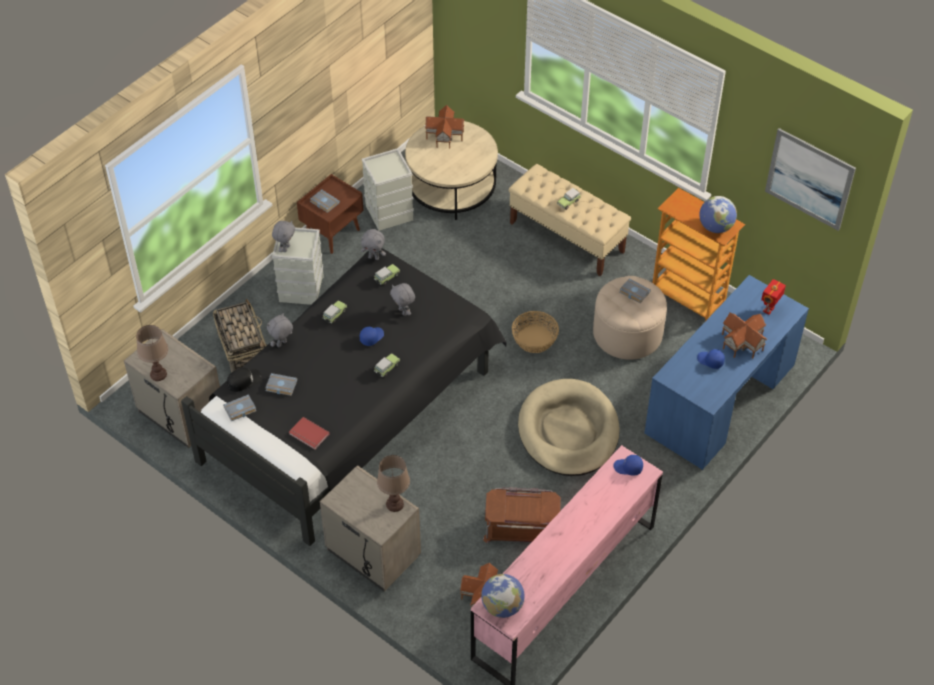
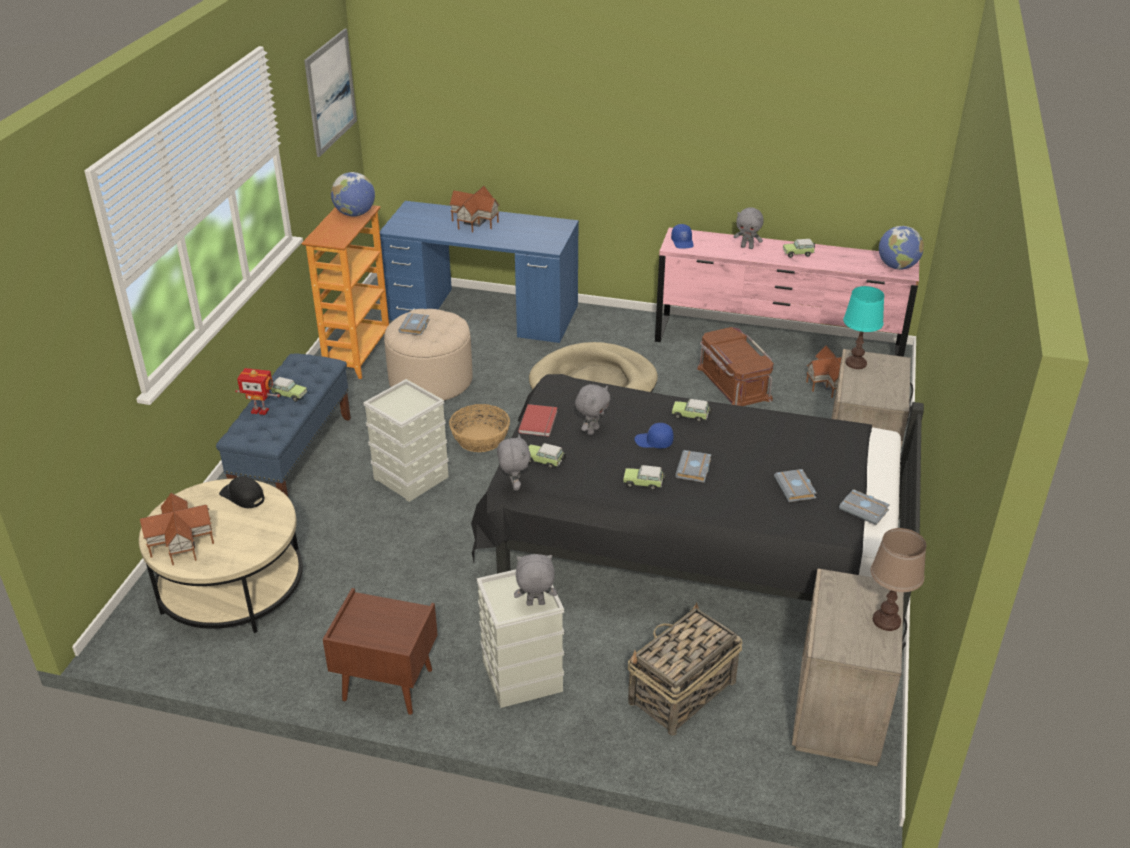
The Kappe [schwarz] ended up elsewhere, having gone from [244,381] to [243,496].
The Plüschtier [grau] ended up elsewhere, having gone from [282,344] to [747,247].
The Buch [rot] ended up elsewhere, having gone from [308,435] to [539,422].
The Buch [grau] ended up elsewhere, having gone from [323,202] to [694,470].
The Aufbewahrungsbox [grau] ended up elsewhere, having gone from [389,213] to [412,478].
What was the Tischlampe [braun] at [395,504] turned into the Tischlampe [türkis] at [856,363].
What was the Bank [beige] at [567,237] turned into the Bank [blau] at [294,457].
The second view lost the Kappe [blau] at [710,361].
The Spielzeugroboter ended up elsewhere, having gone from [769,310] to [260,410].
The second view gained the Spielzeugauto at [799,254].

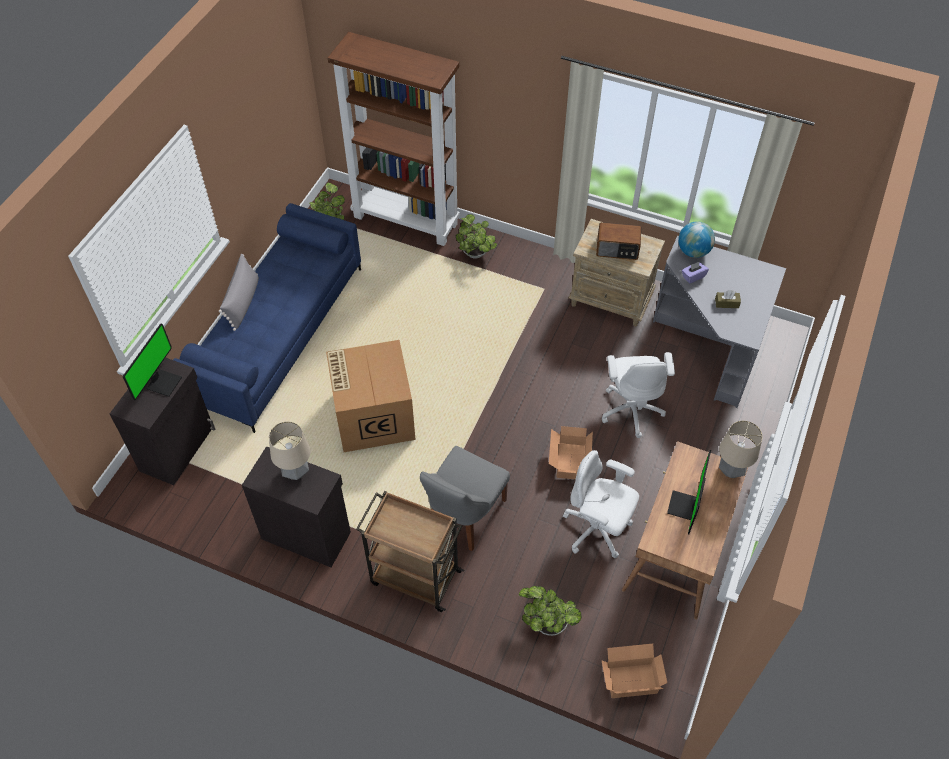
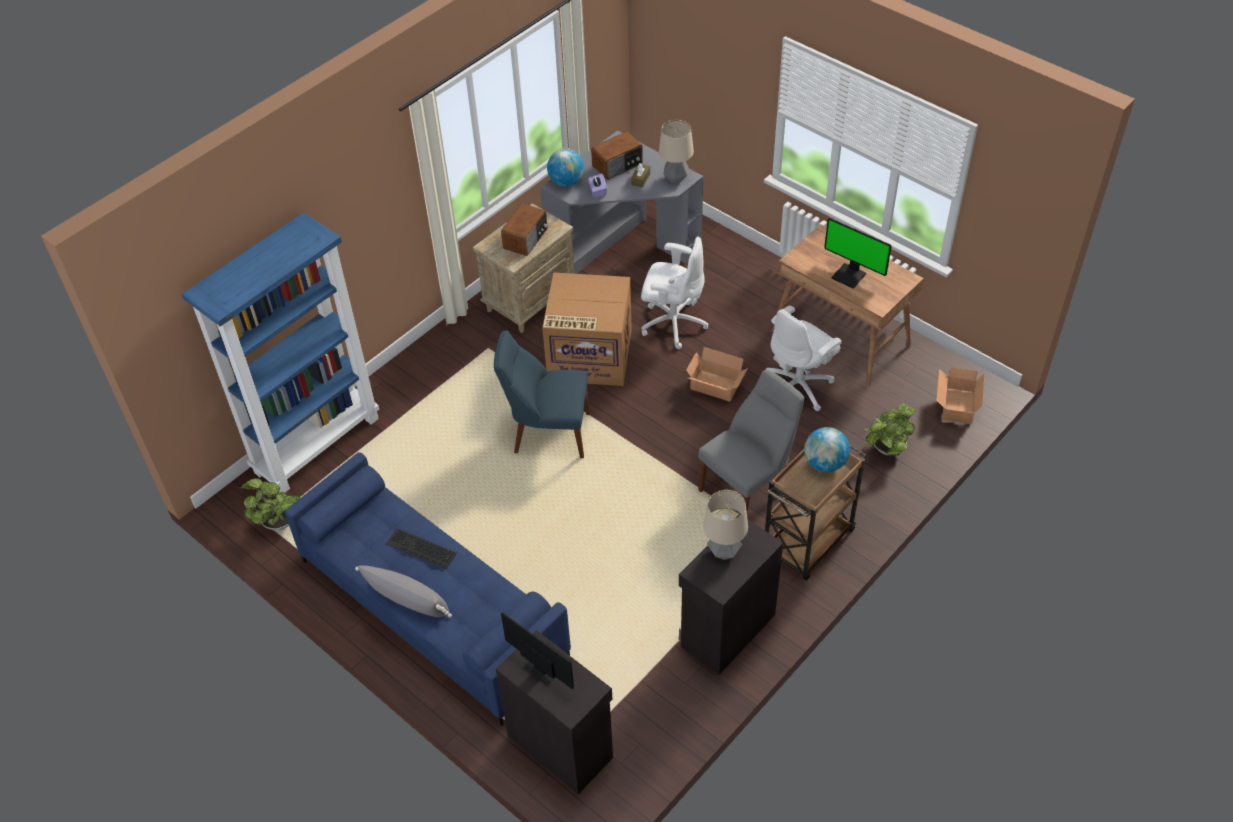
The Karton ended up elsewhere, having gone from [372,415] to [588,356].
What was the Bücherregal [braun] at [406,220] turned into the Bücherregal [blau] at [317,444].
The Stuhl [grau] at [463,516] ended up facing another way, 90 degrees counterclockwise from before.
The second view lost the Topfpflanze at [476,254].
The Tischlampe ended up elsewhere, having gone from [730,471] to [675,179].
The second view gained the Tastatur at [419,549].
The second view gained the Stuhl [blau] at [548,433].
The second view gained the Radio at [618,165].
The second view gained the Globus at [825,463].

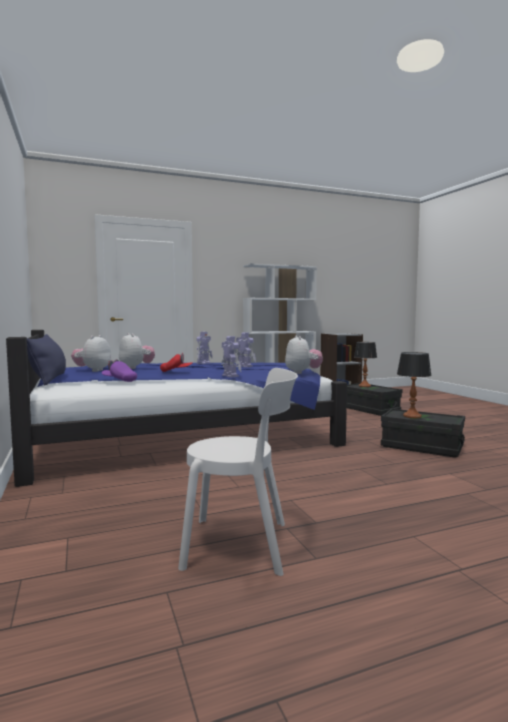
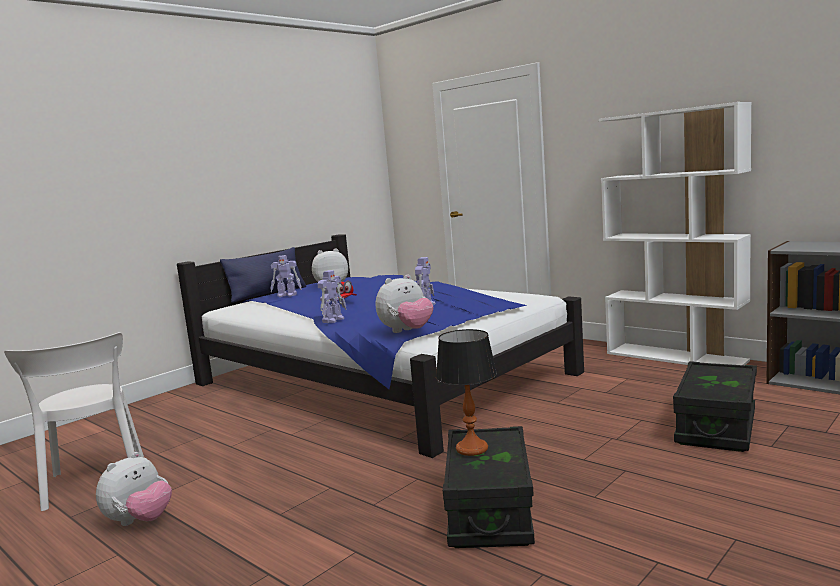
The second view lost the Kappe [lila] at [119,380].
The Plüschtier ended up elsewhere, having gone from [136,367] to [140,521].
The Spielzeugroboter ended up elsewhere, having gone from [204,363] to [287,295].
The second view lost the Tischlampe at [364,386].

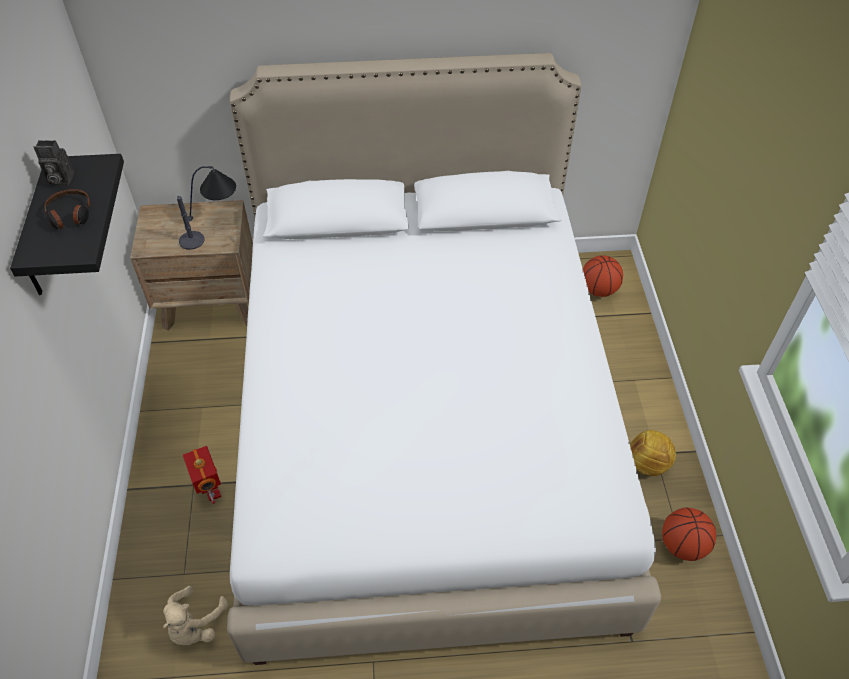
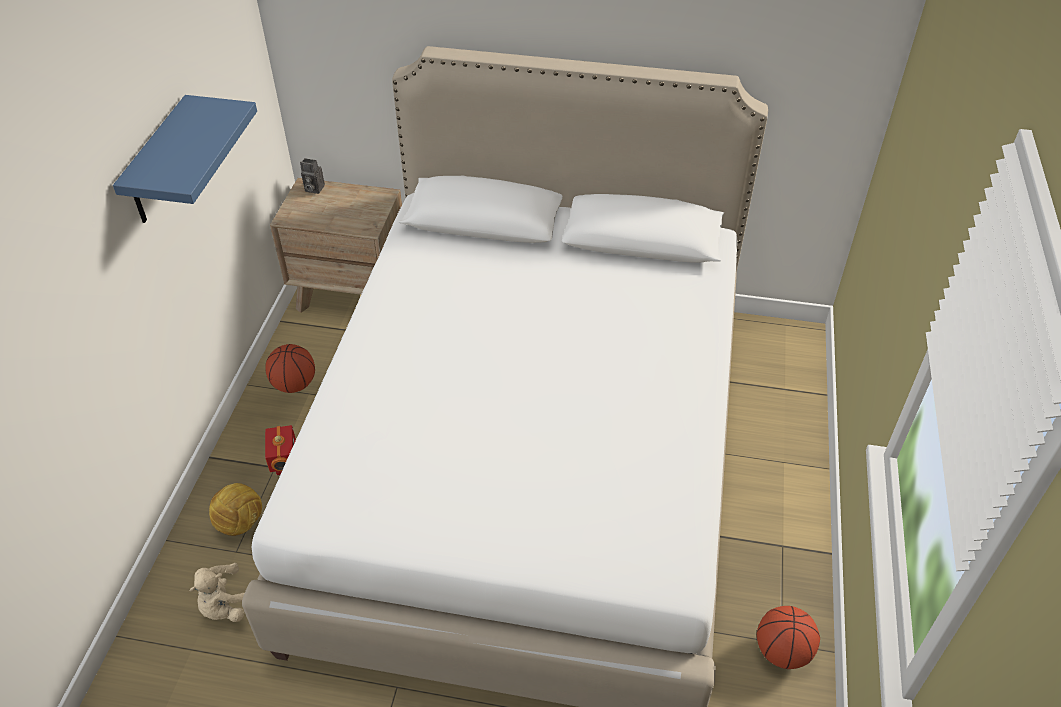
What was the Wandregal [schwarz] at [39,232] turned into the Wandregal [blau] at [159,163].
The Kamera ended up elsewhere, having gone from [59,179] to [313,188].
The second view lost the Kopfhörer at [70,215].
The second view lost the Tischlampe at [213,228].
The Basketball ended up elsewhere, having gone from [599,290] to [294,384].
The Fußball ended up elsewhere, having gone from [647,464] to [241,523].

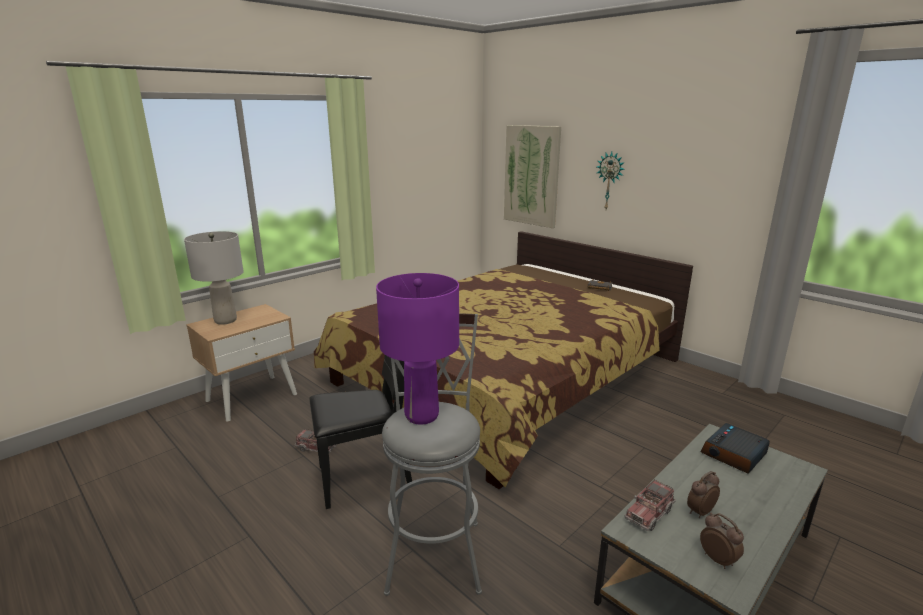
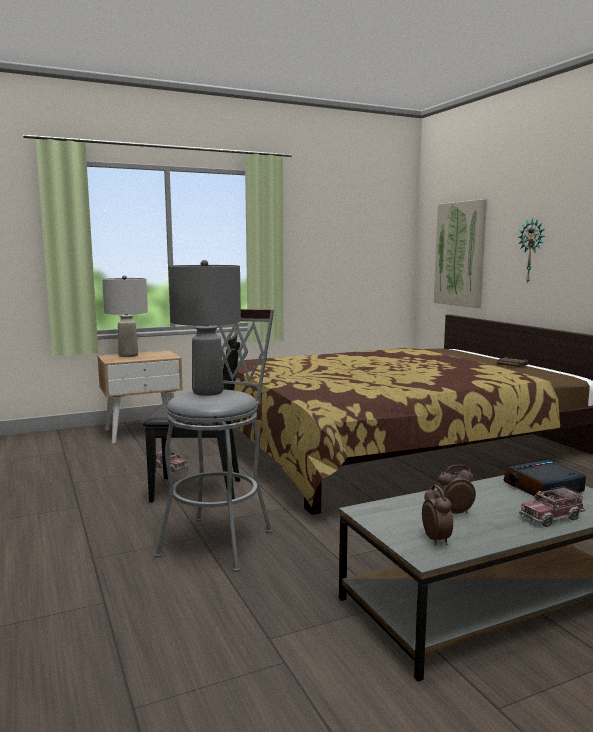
What was the Tischlampe [lila] at [422,415] turned into the Tischlampe [grau] at [208,392].
The Spielzeuglaster ended up elsewhere, having gone from [649,513] to [551,517].

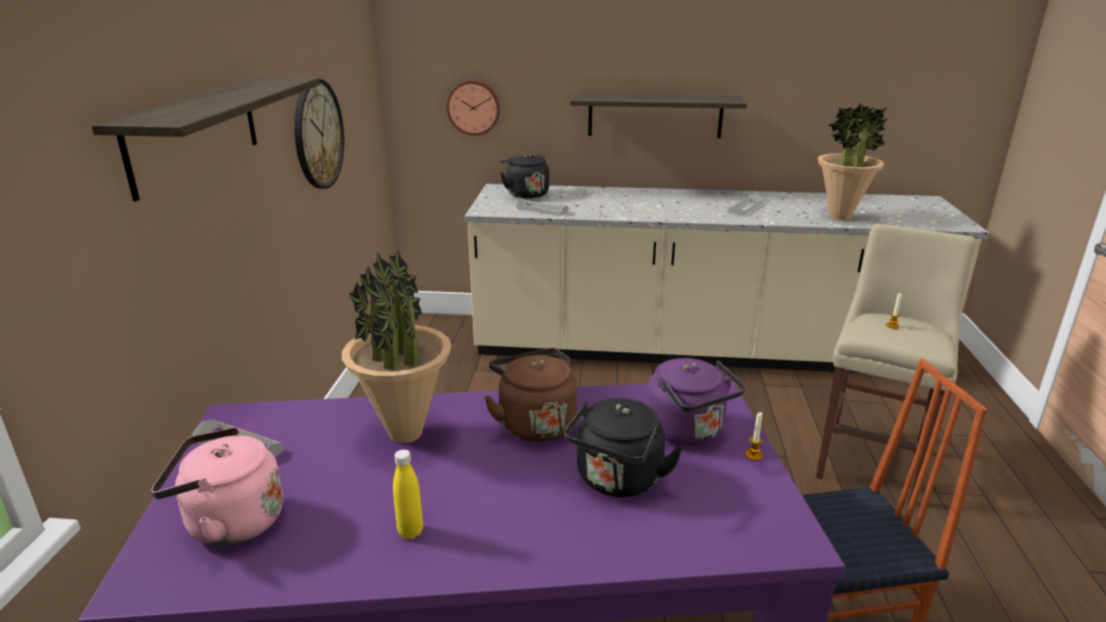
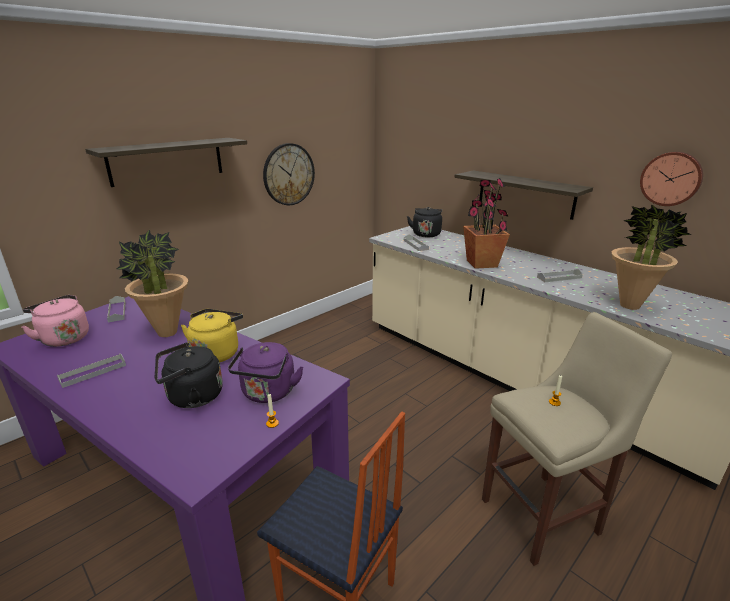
Where the Flasche [gelb] stood at [410,532], the Tablett [grau] came to stand at [93,372].
The Wanduhr ended up elsewhere, having gone from [474,107] to [671,178].
What was the Wasserkessel [braun] at [534,423] turned into the Wasserkessel [gelb] at [217,352].
The second view gained the Topfpflanze at [481,263].

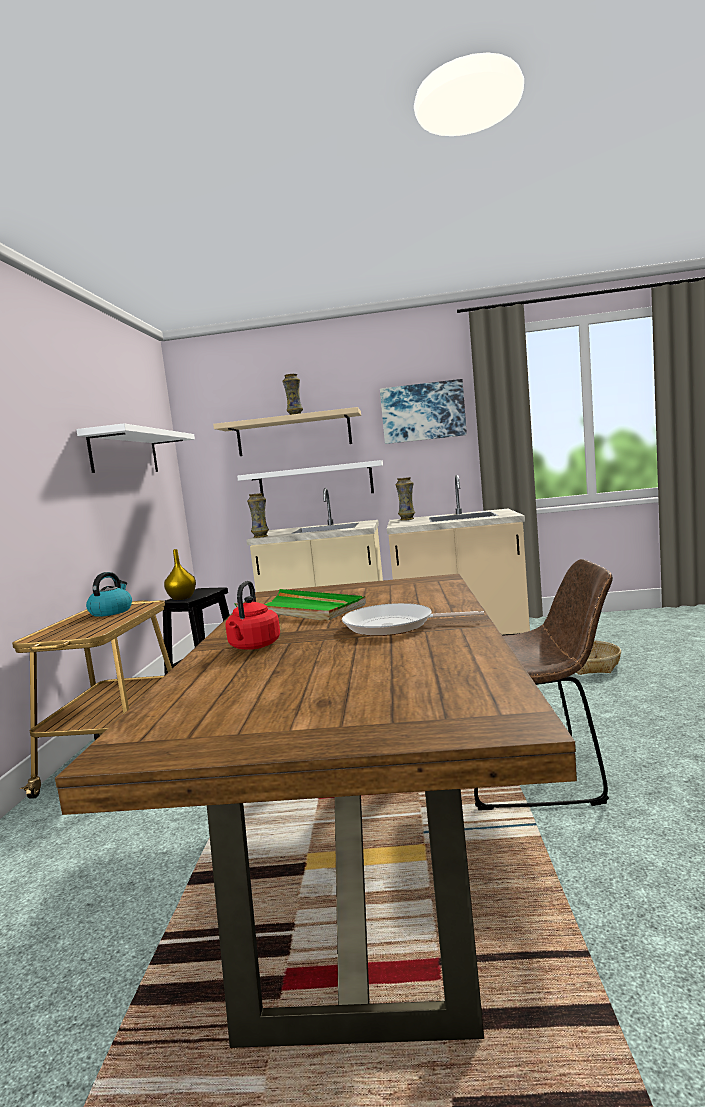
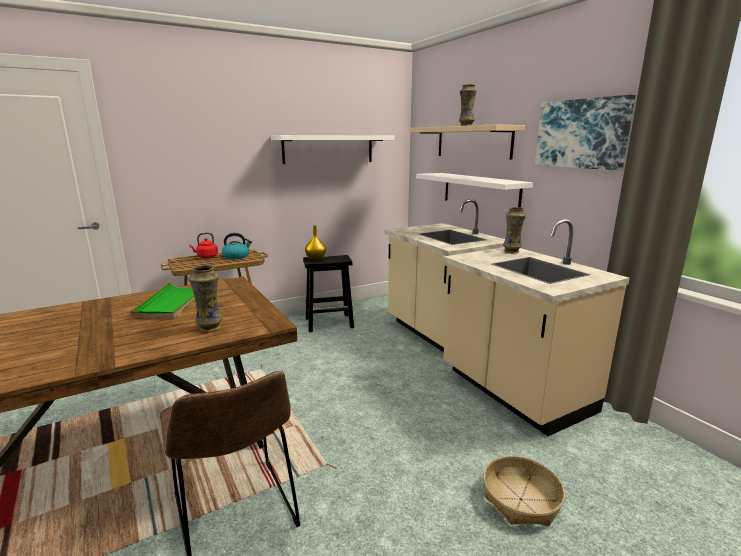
The Wasserkessel [rot] ended up elsewhere, having gone from [253,647] to [206,257].
The Vase ended up elsewhere, having gone from [261,536] to [210,328].
The second view lost the Pfanne at [394,626].

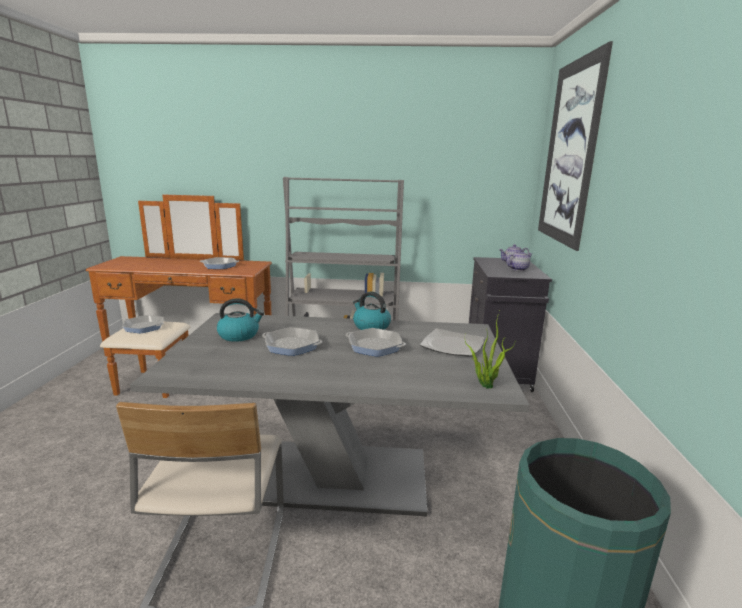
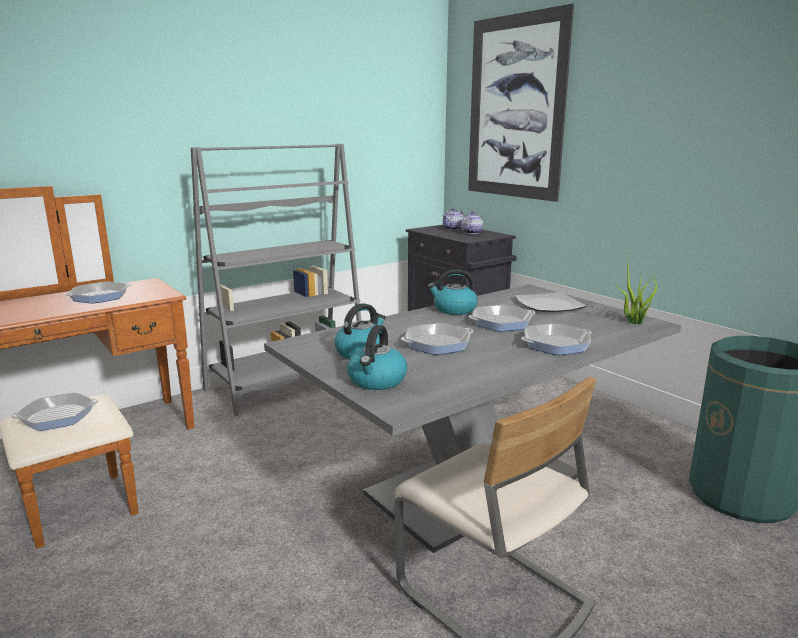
The second view gained the Wasserkessel at [377,381].
The second view gained the Pfanne at [556,344].

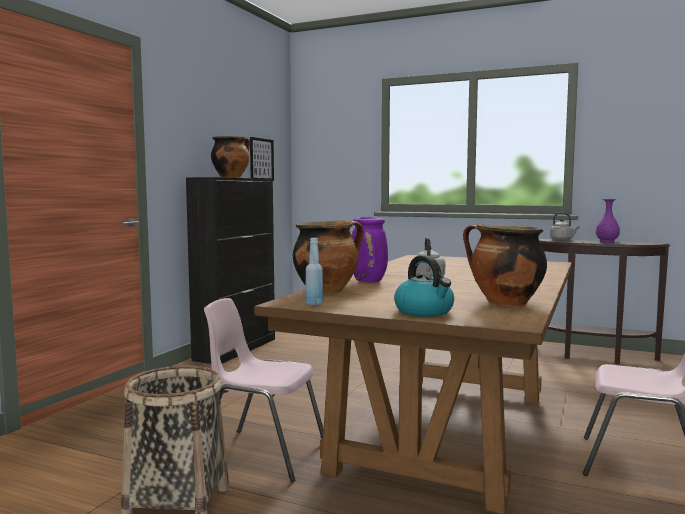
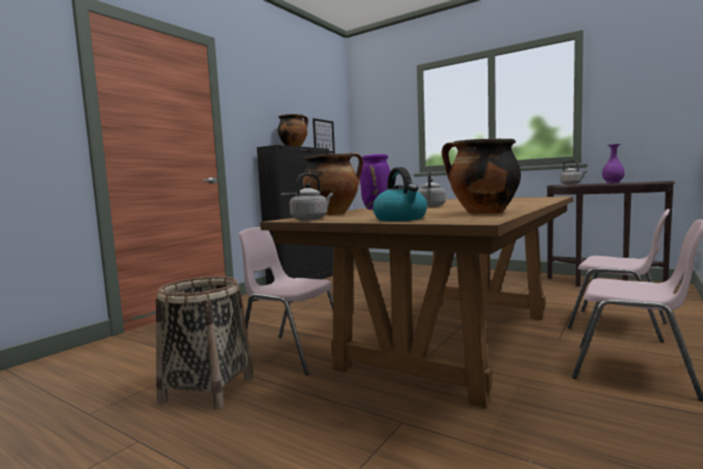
Where the Flasche [blau] stood at [314,304], the Wasserkessel [grau] came to stand at [311,219].
The second view gained the Stuhl [rosa] at [619,326].

